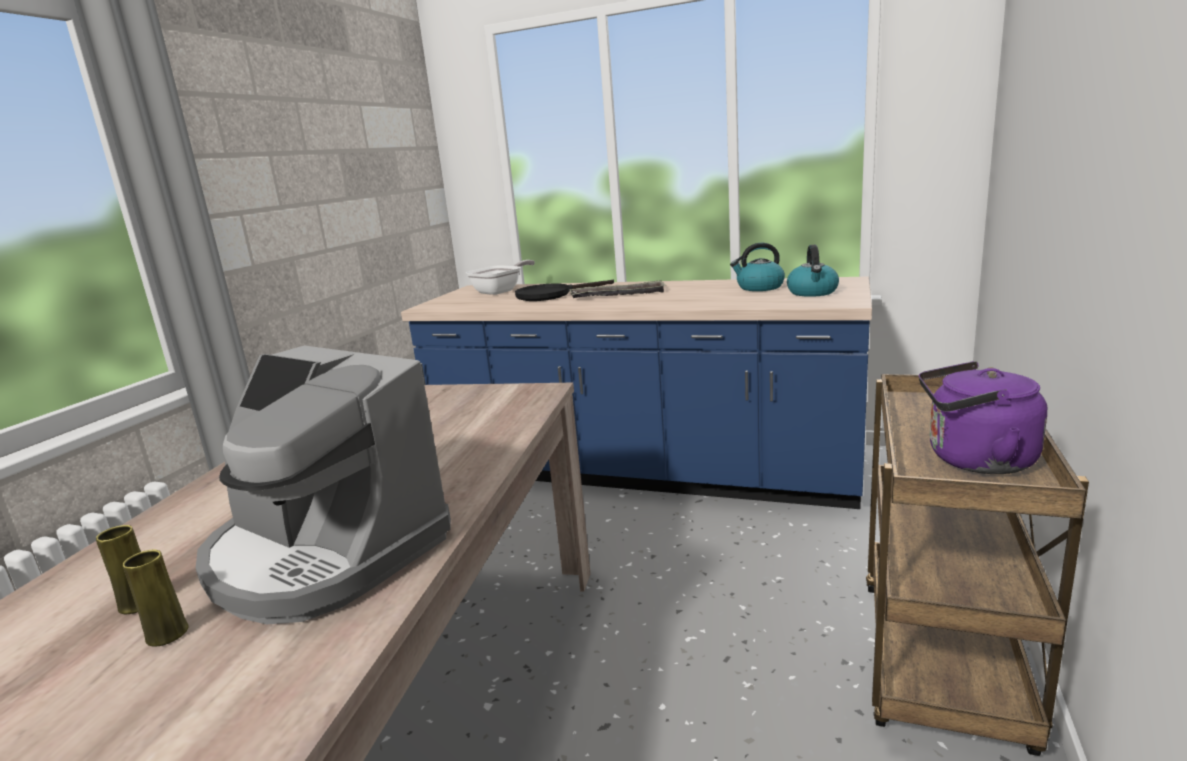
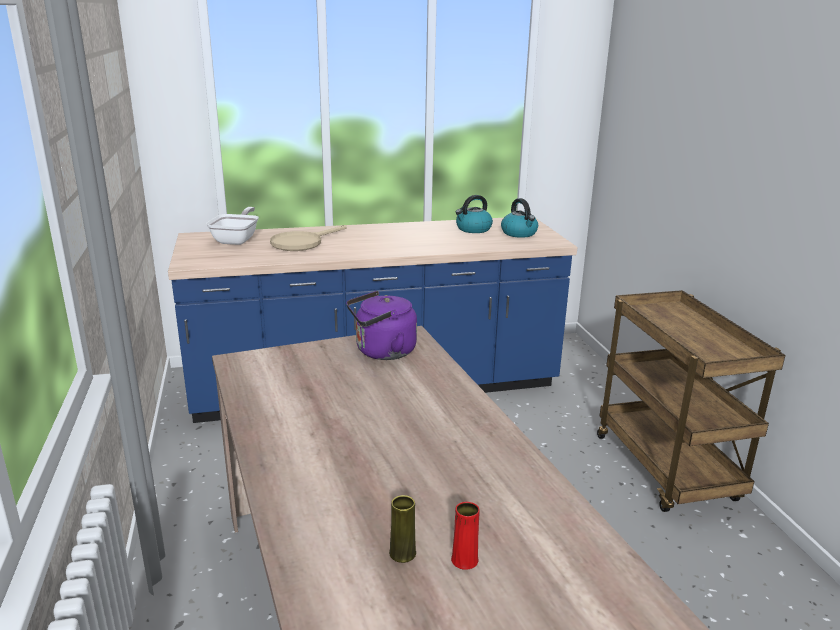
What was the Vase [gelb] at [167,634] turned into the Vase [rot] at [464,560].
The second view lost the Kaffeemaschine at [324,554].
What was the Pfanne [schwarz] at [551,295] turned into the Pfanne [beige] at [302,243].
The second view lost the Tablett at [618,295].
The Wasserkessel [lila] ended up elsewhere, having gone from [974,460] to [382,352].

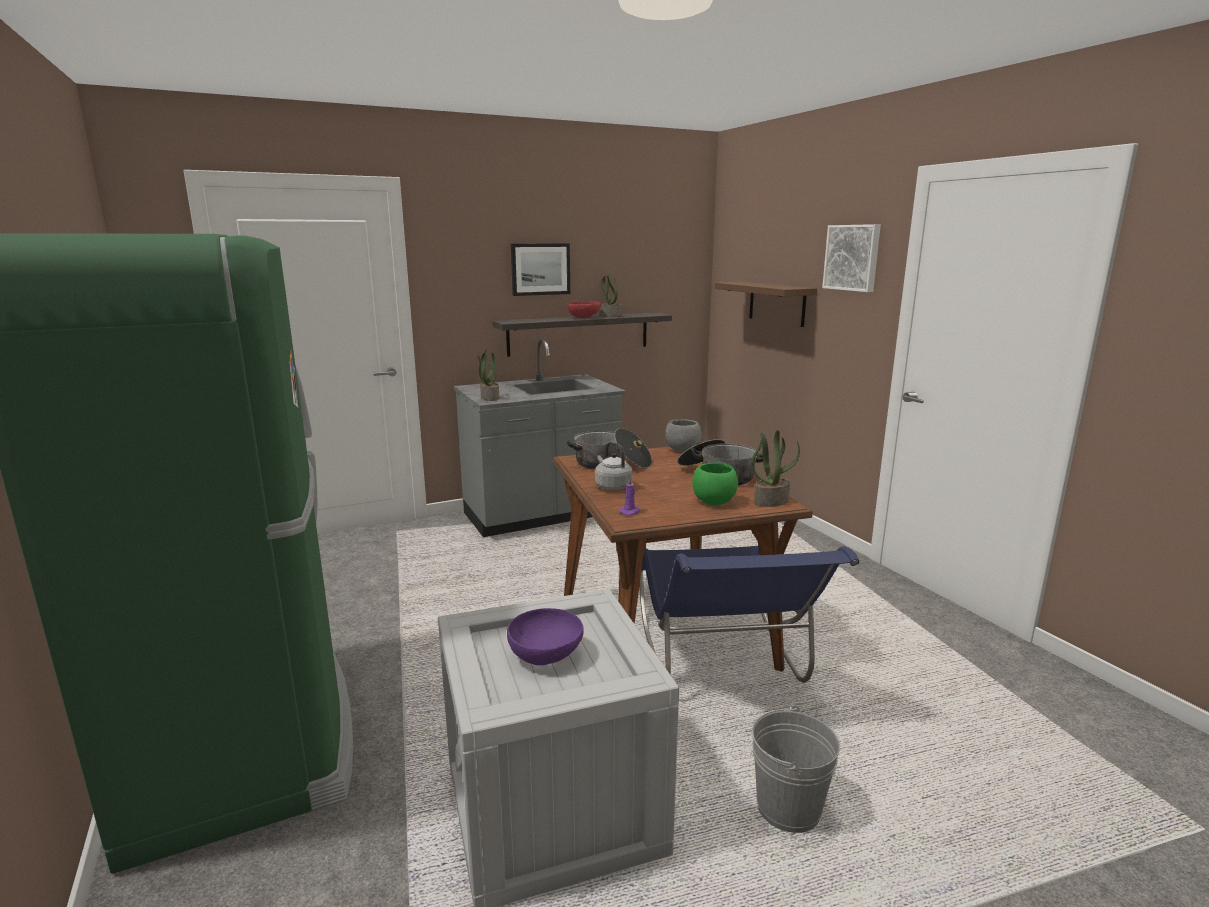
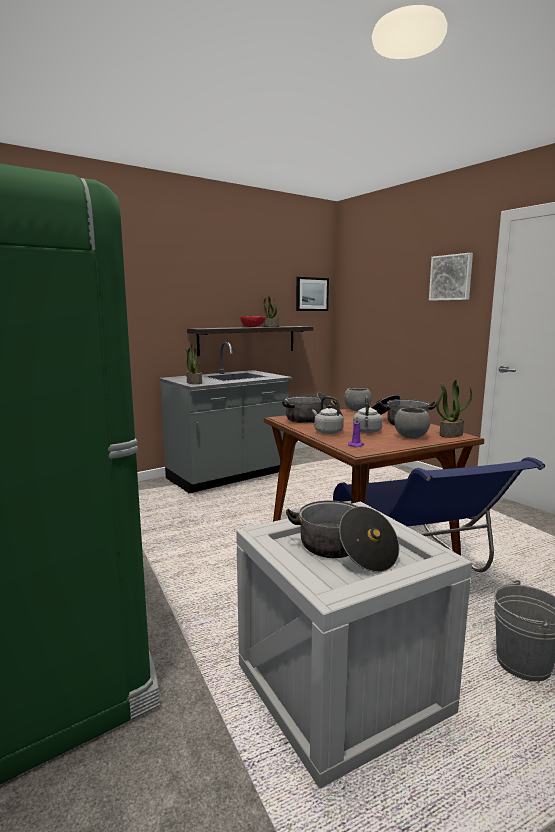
Where the Schüssel [lila] stood at [546,655], the Kochtopf came to stand at [344,551].
The Bild ended up elsewhere, having gone from [540,269] to [311,294].
What was the Schüssel [grün] at [713,501] turned into the Schüssel [grau] at [410,436].
The second view lost the Wandregal [braun] at [777,303].
The second view gained the Wasserkessel [grau] at [367,432].

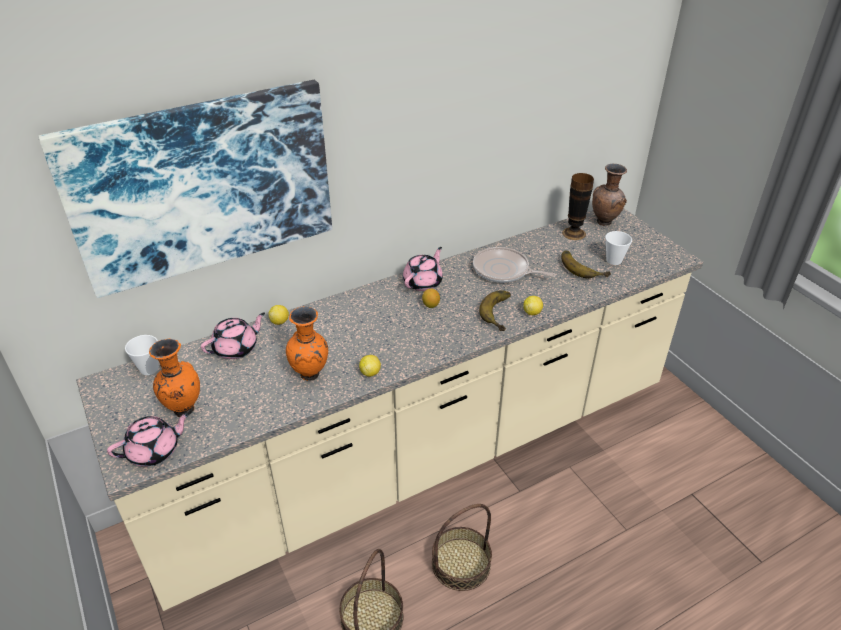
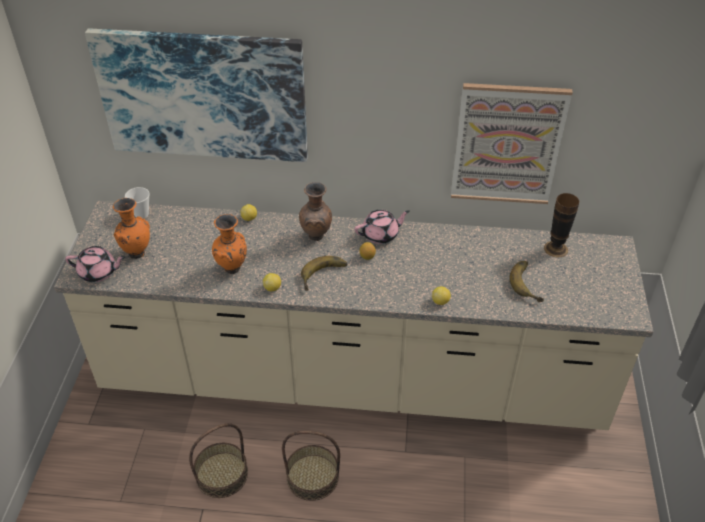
The second view lost the Teekanne [rosa] at [236,348].
The second view lost the Pfanne at [503,270].
The Banane ended up elsewhere, having gone from [502,313] to [325,276].
The Vase [braun] ended up elsewhere, having gone from [605,222] to [317,237].
The second view lost the Tasse at [614,260].
The second view gained the Bild at [507,144].

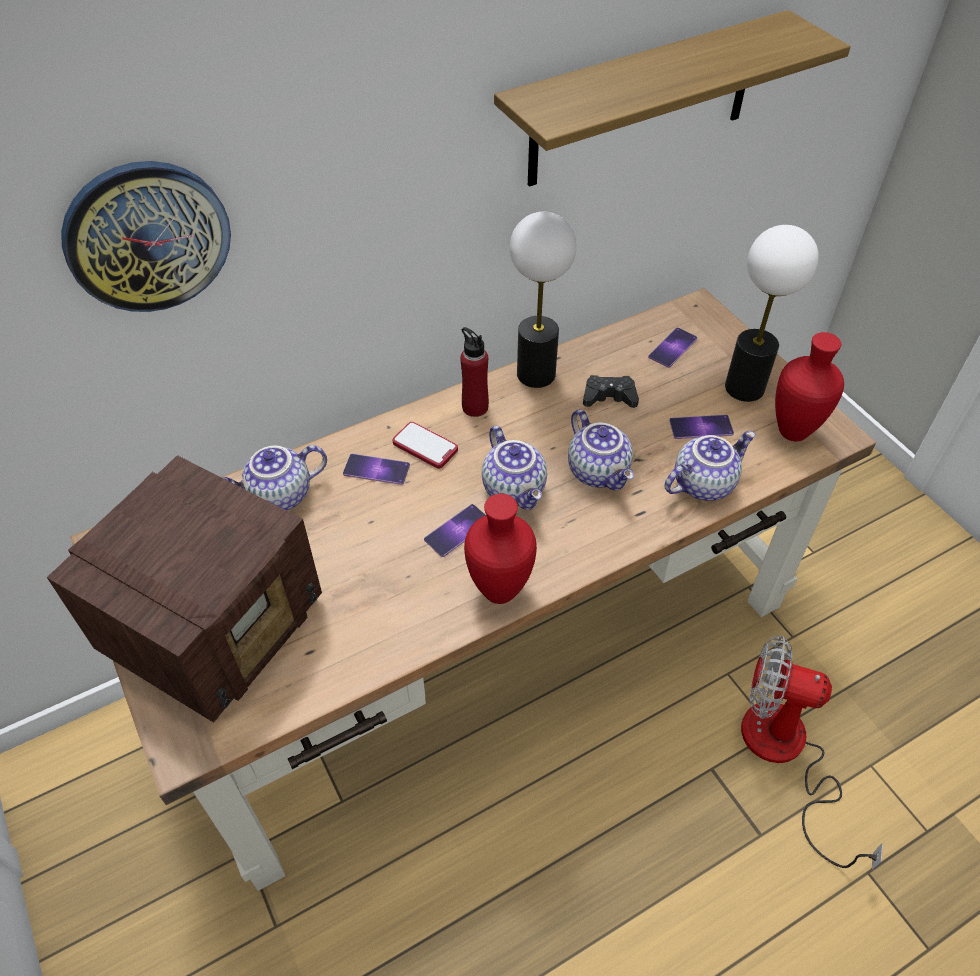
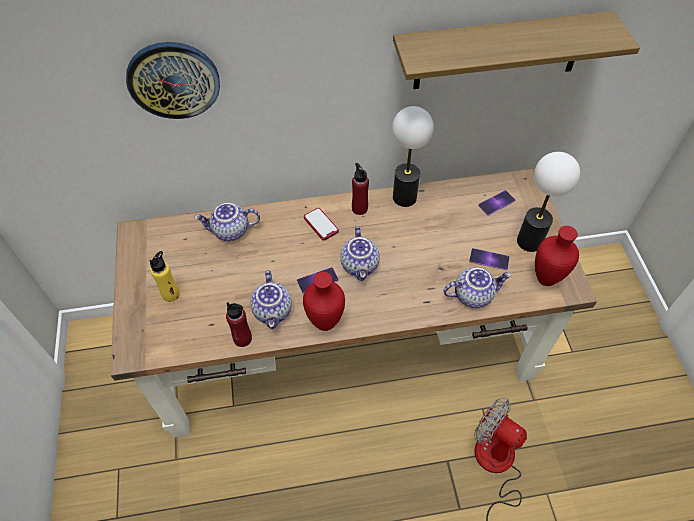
Where the Radio stood at [217,624], the Flasche [gelb] came to stand at [171,294].
The second view lost the Handy at [376,469].
The Teekanne ended up elsewhere, having gone from [599,471] to [273,311].
The second view lost the Gamepad [schwarz] at [609,397].
The second view gained the Flasche [rot] at [242,338].

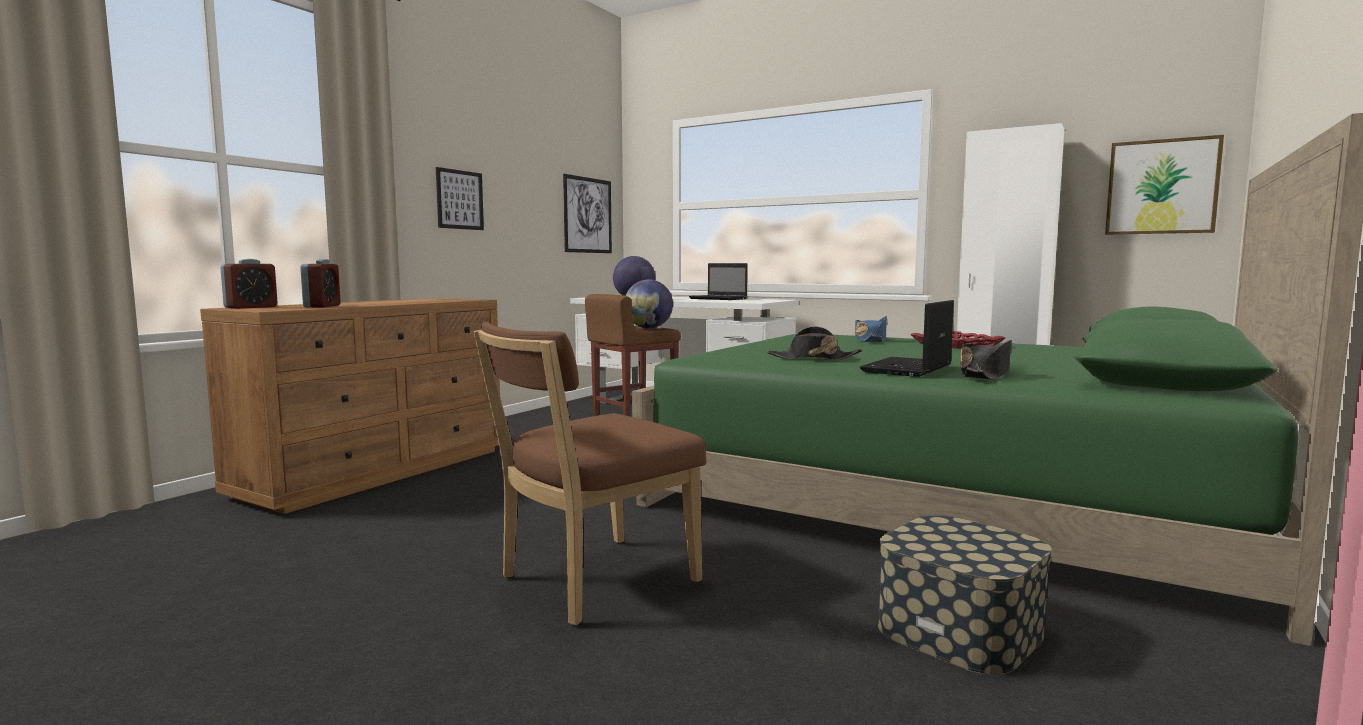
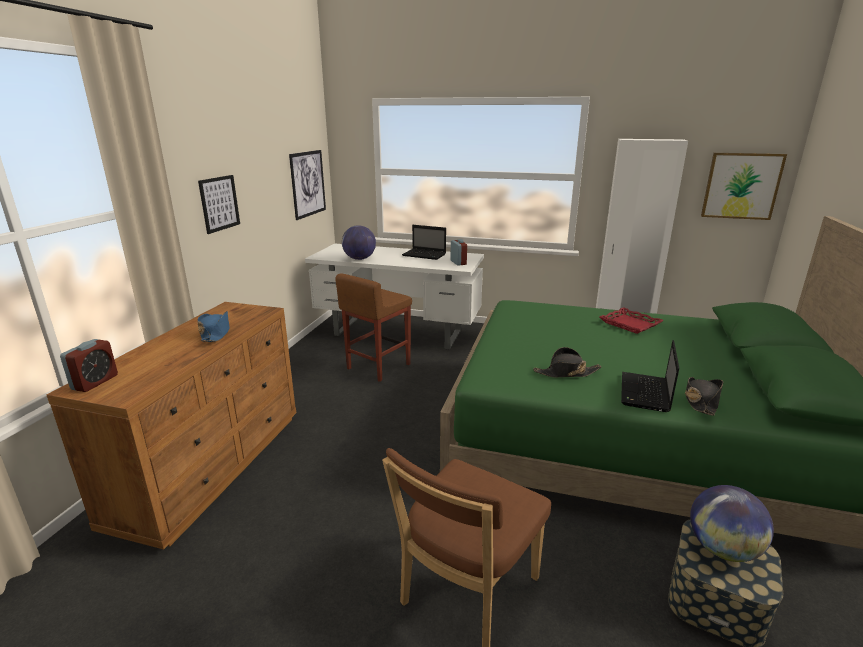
The Wecker ended up elsewhere, having gone from [322,306] to [458,262].
The Globus ended up elsewhere, having gone from [648,328] to [722,549].
The Hut [blau] ended up elsewhere, having gone from [870,340] to [216,333].

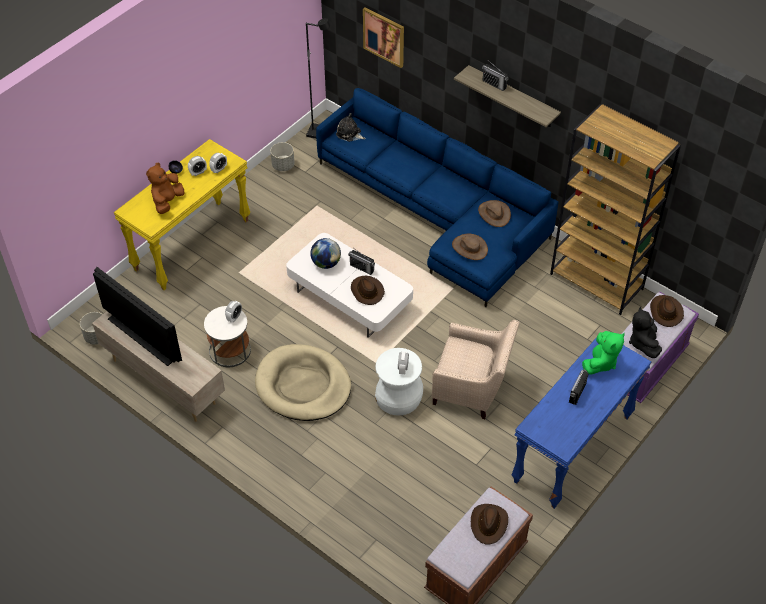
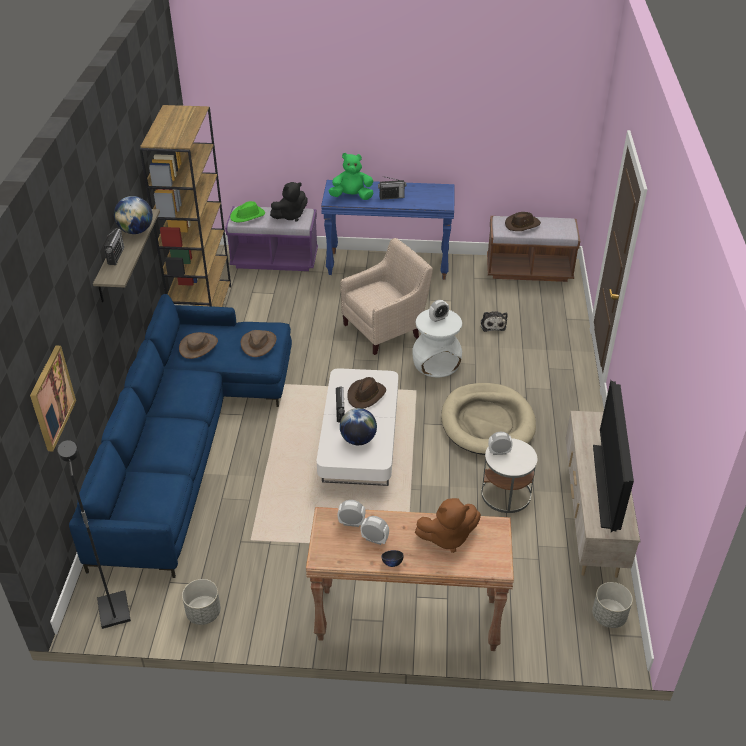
What was the Konsolentisch [gelb] at [191,244] turned into the Konsolentisch [braun] at [406,620].
The Plüschtier ended up elsewhere, having gone from [349,134] to [492,324].
The Sessel [beige] at [472,389] ended up facing another way, 75 degrees clockwise from before.
What was the Hut [braun] at [665,311] turned into the Hut [grün] at [248,215].
The second view gained the Globus at [136,231].

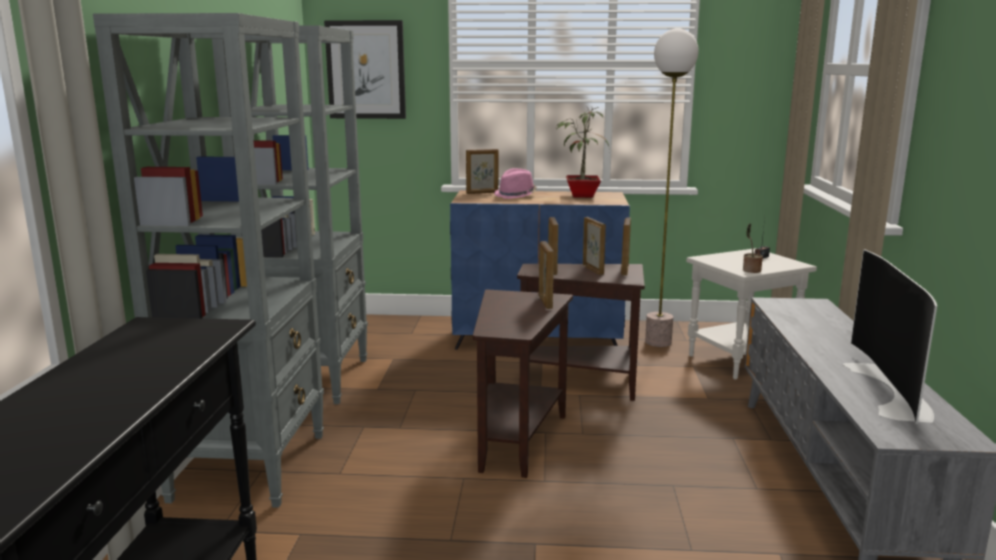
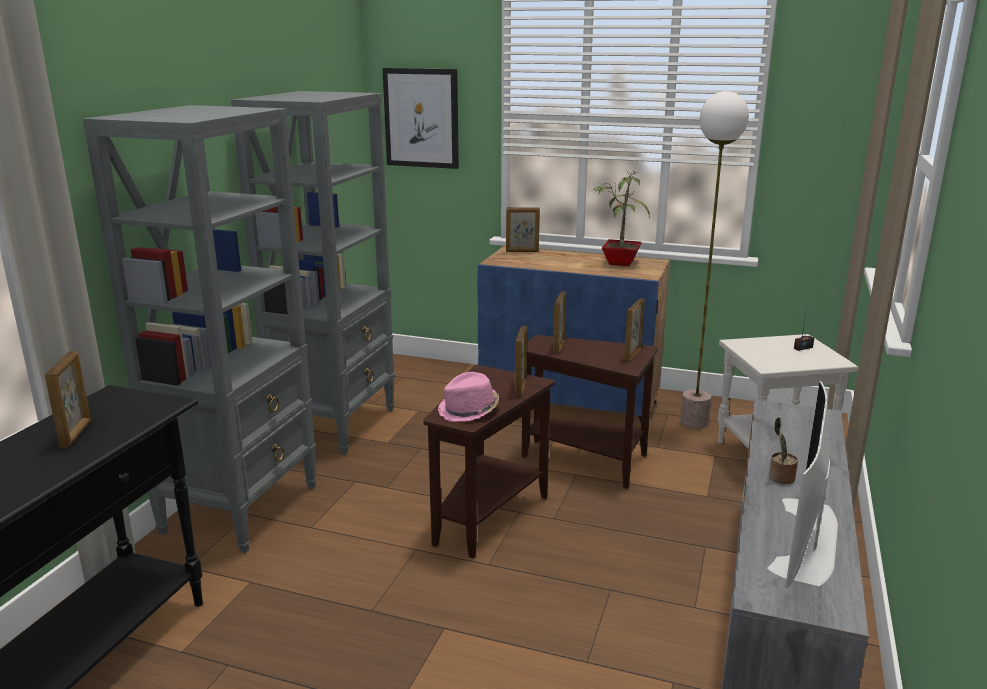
The Hut [rosa] ended up elsewhere, having gone from [516,195] to [469,410].
The Bilderrahmen ended up elsewhere, having gone from [593,269] to [76,434].
The Topfpflanze ended up elsewhere, having gone from [750,270] to [780,478].

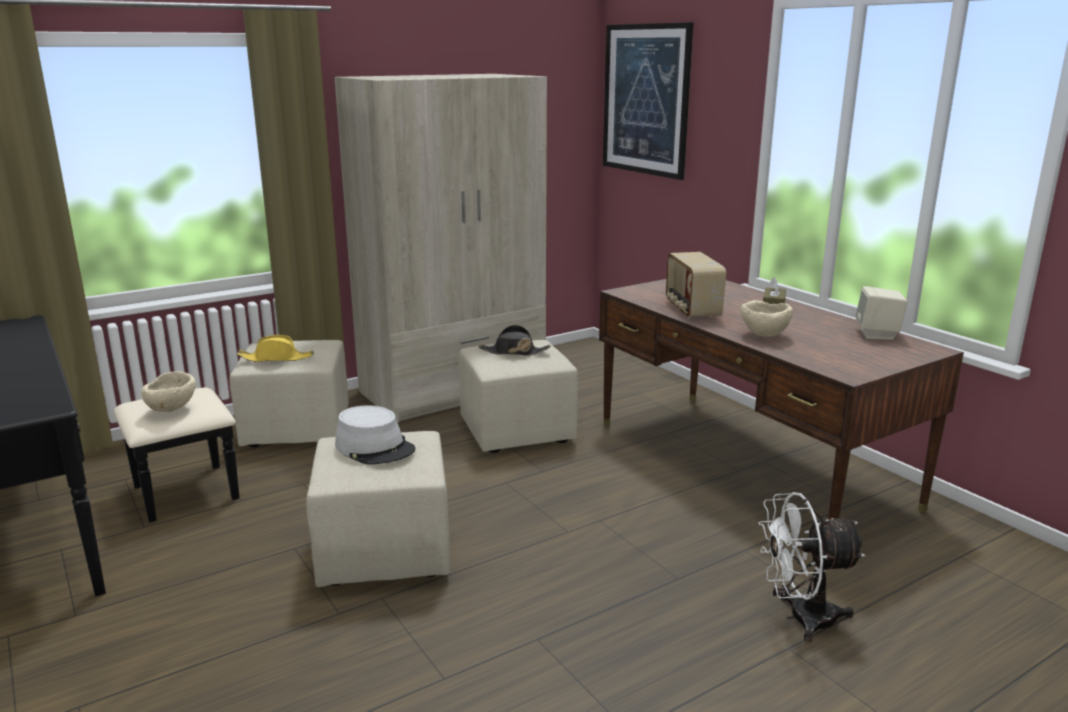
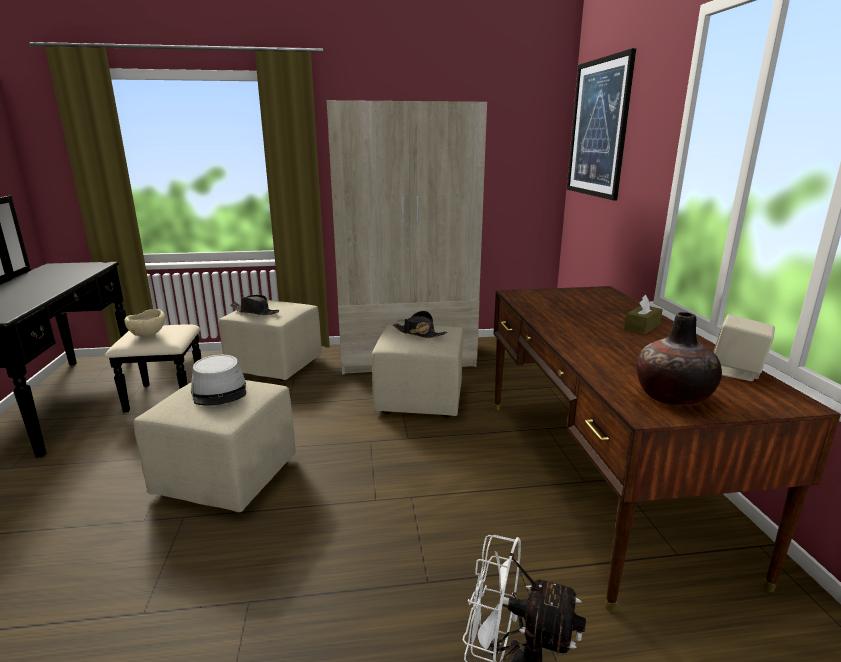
What was the Hut [gelb] at [276,358] turned into the Hut [schwarz] at [255,311].
The second view lost the Radio at [691,310].
The second view lost the Schüssel [beige] at [763,336].
The second view gained the Vase at [672,397].

